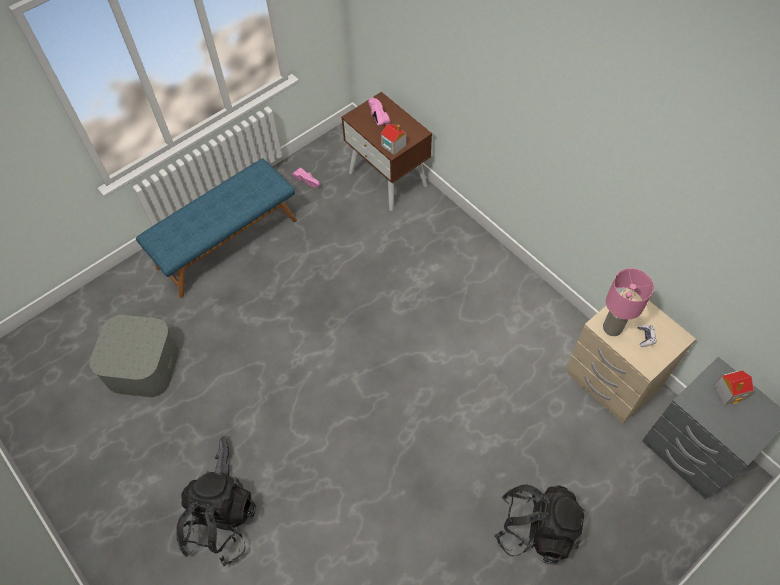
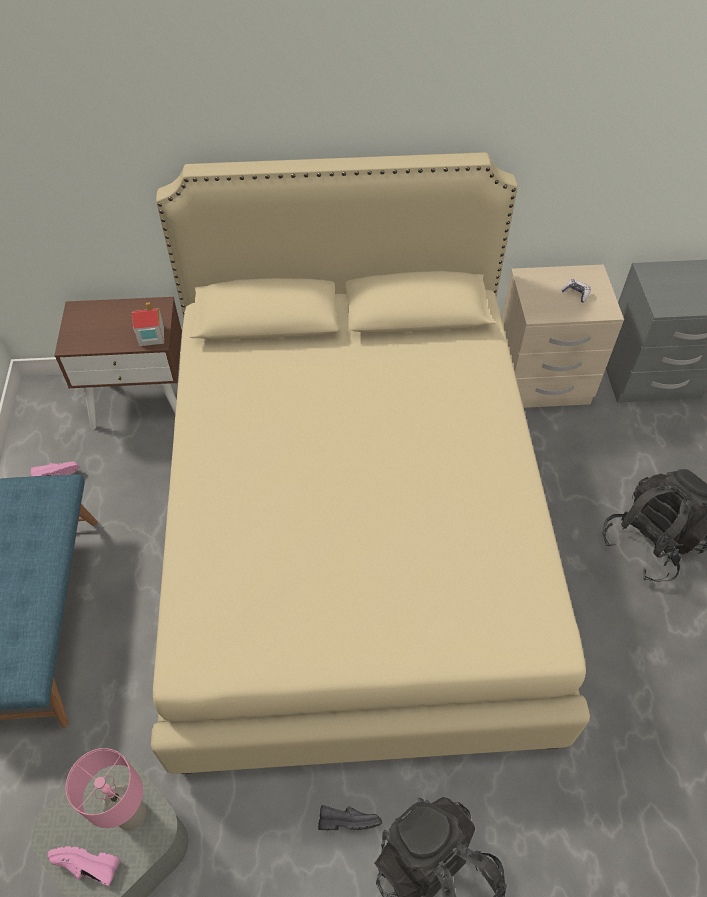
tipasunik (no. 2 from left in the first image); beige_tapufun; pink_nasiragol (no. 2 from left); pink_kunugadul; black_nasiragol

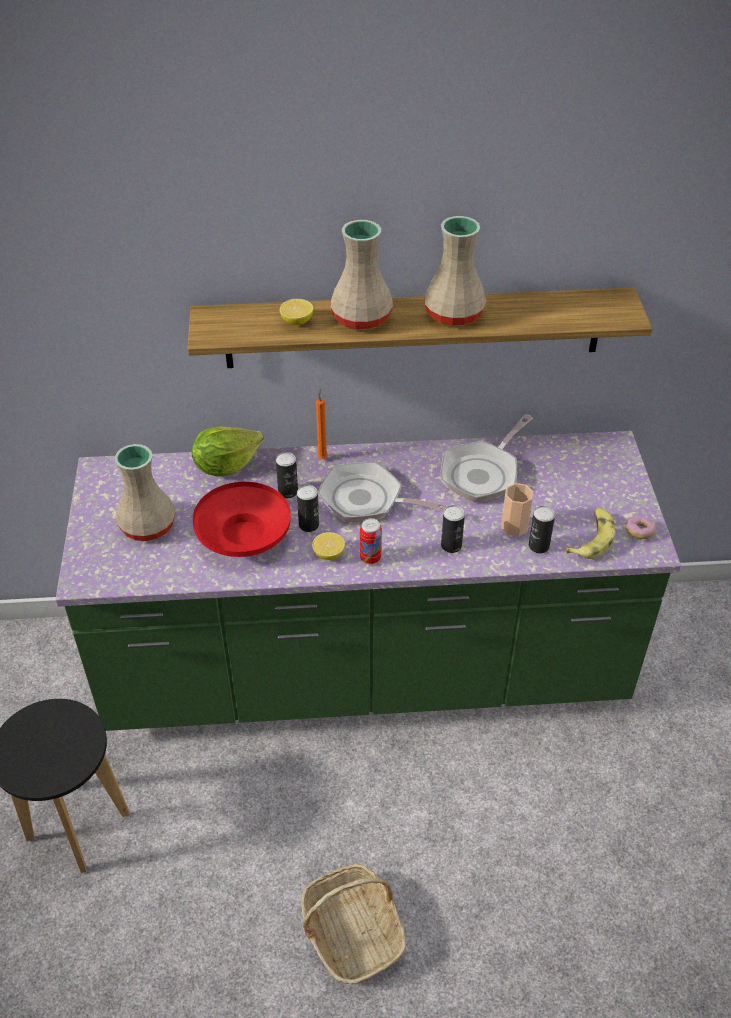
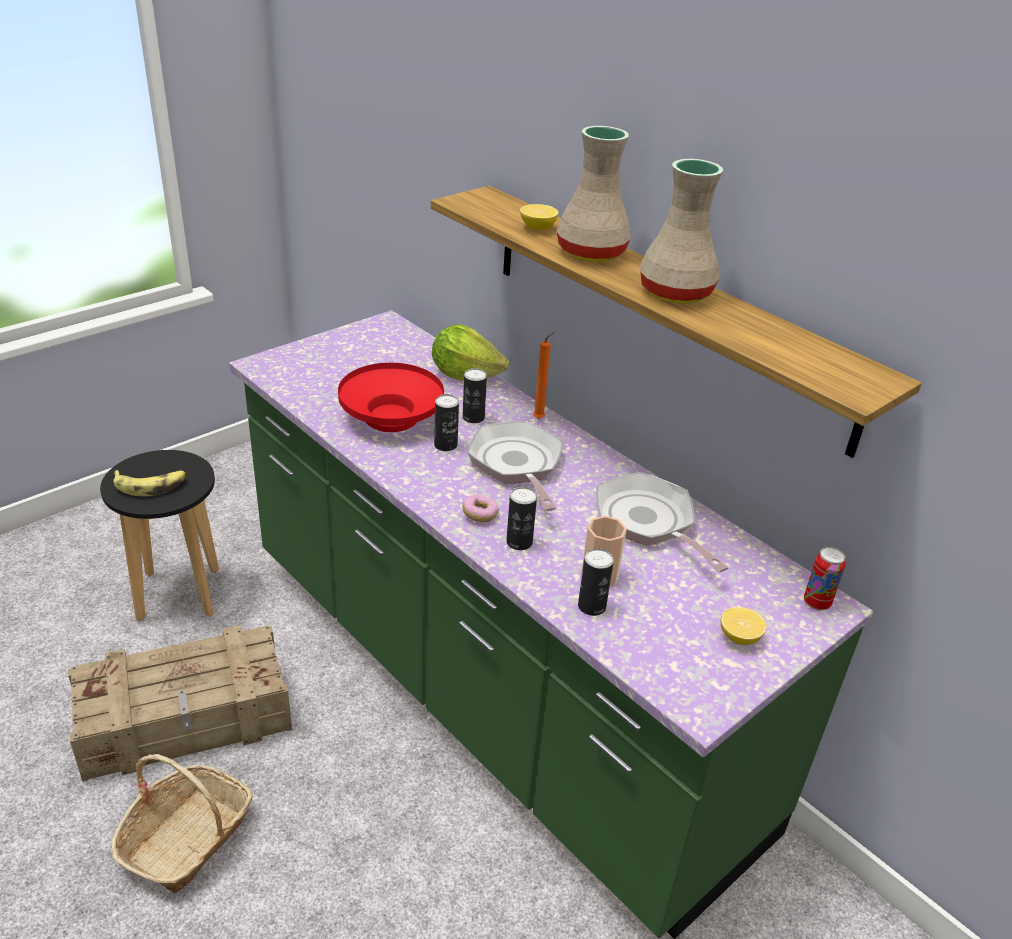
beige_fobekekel (no. 1 from left in the first image); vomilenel; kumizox (no. 2 from left); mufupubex (no. 5 from left); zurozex; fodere; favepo (no. 2 from left)

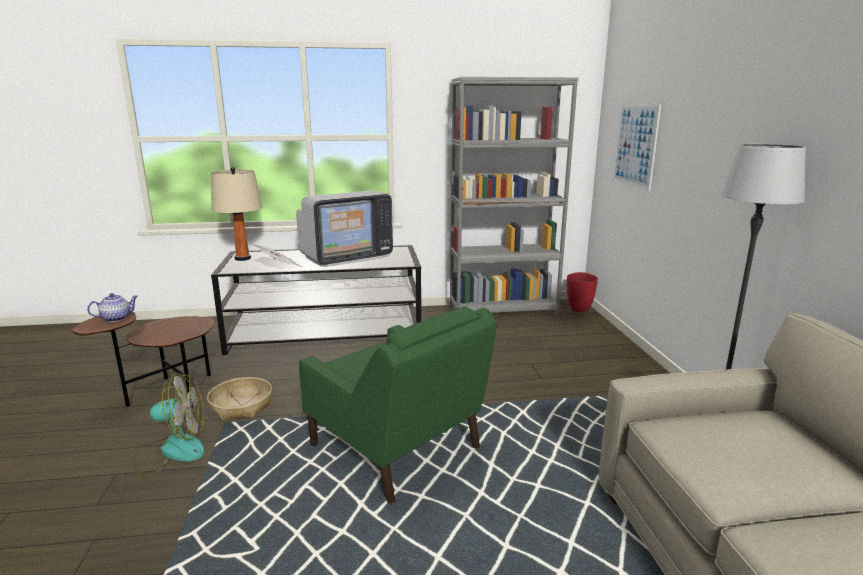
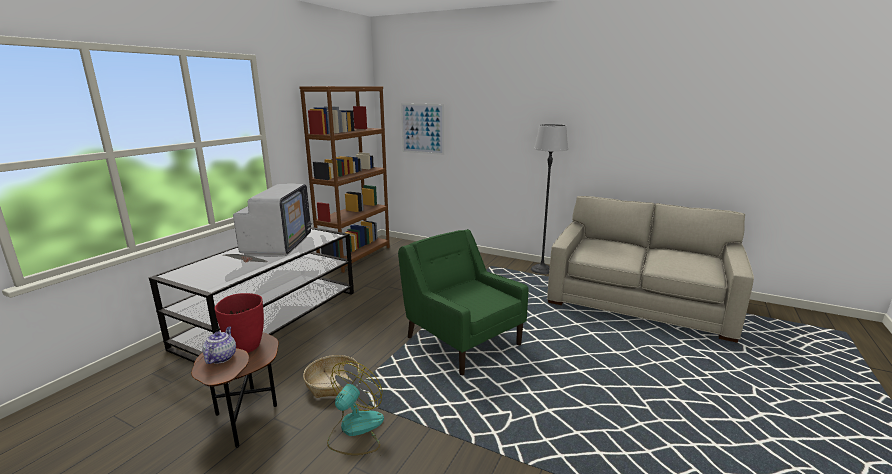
beige_kunugadul; red_fobekekel; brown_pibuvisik; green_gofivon

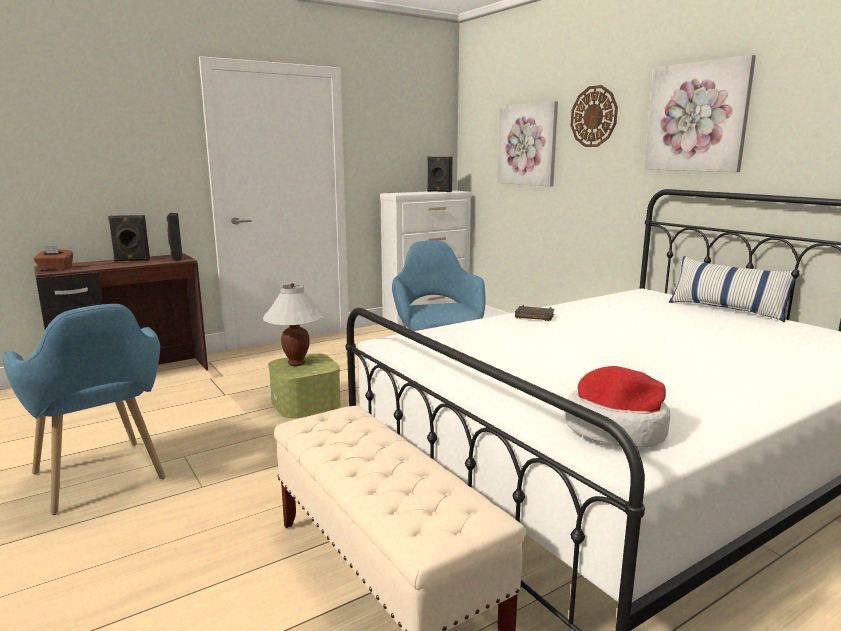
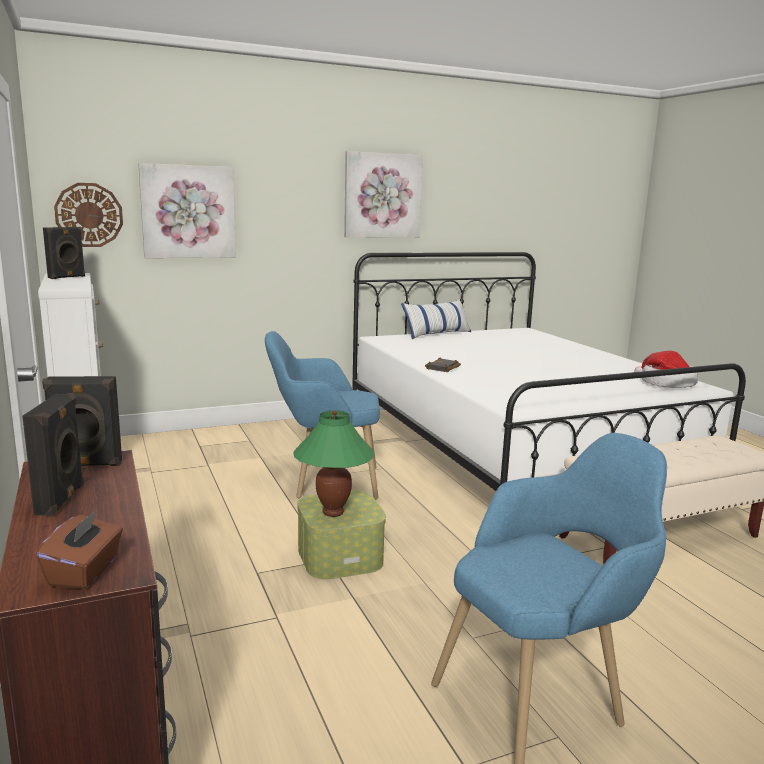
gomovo; green_kunugadul

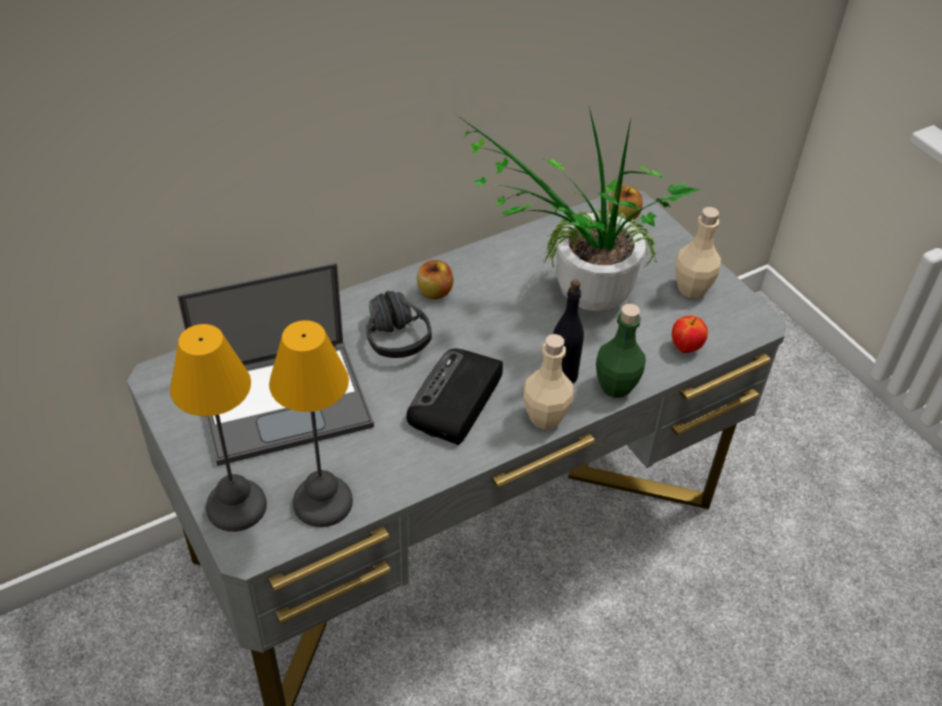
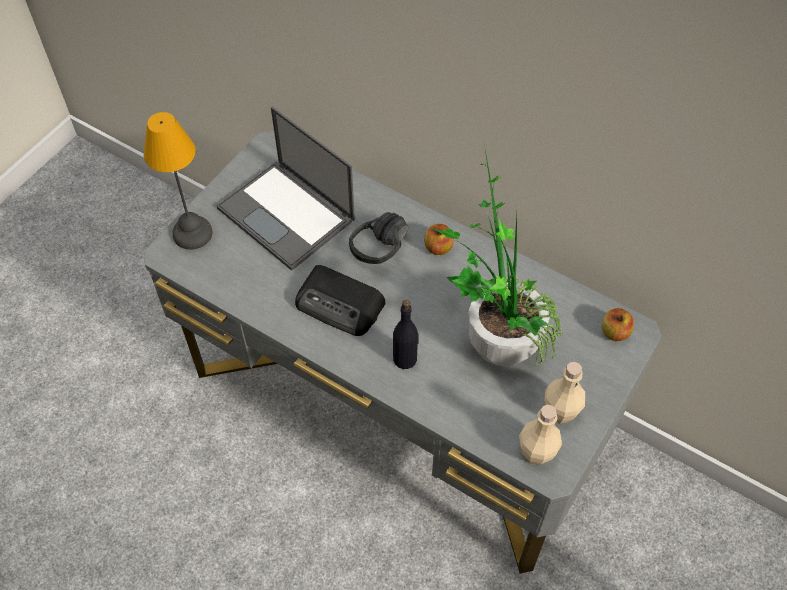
kunugadul (no. 2 from left in the first image); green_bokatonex; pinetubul (no. 3 from left in the first image); beige_bokatonex (no. 1 from left); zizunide

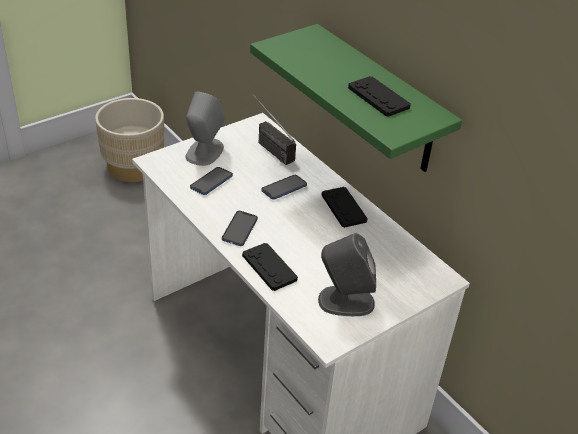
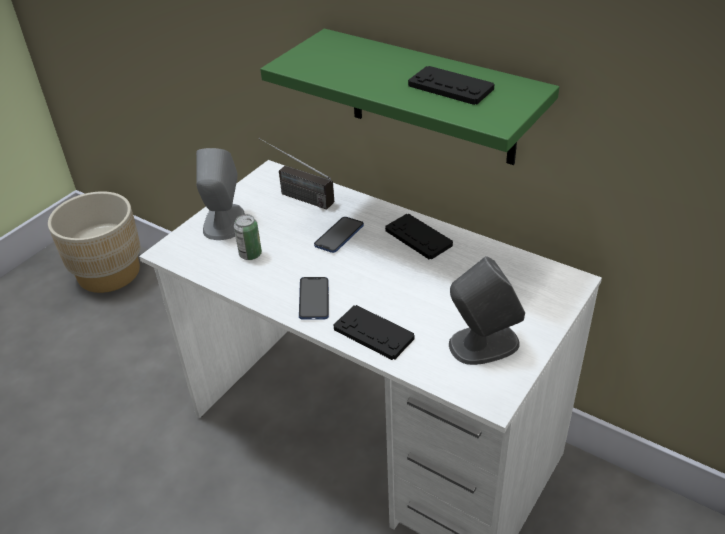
mufupubex

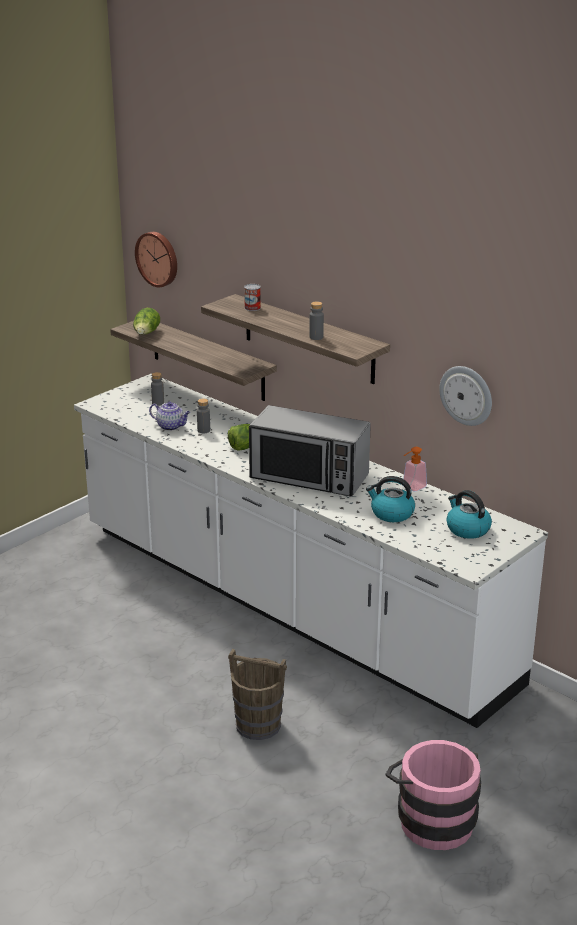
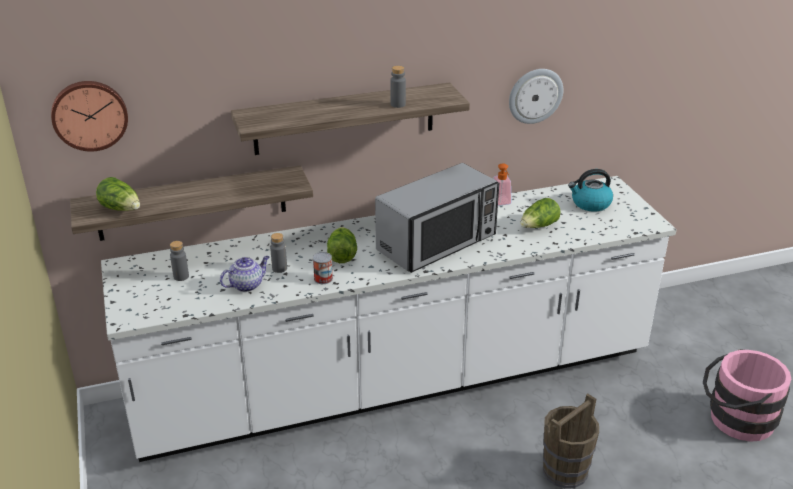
mufupubex; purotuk (no. 3 from left)

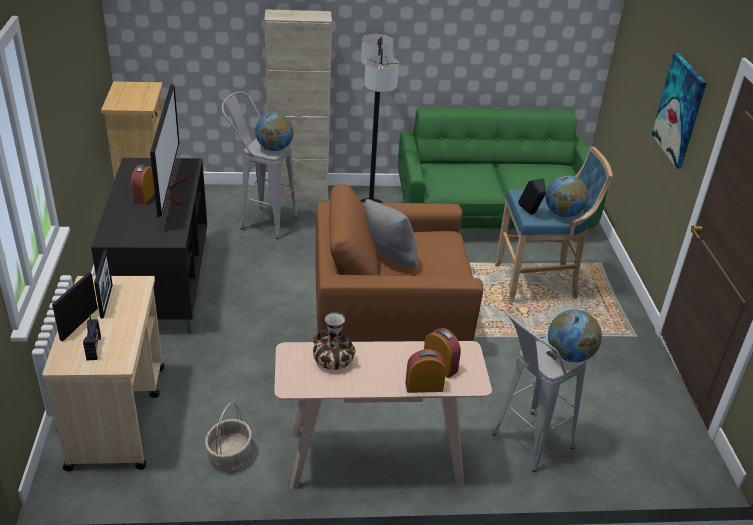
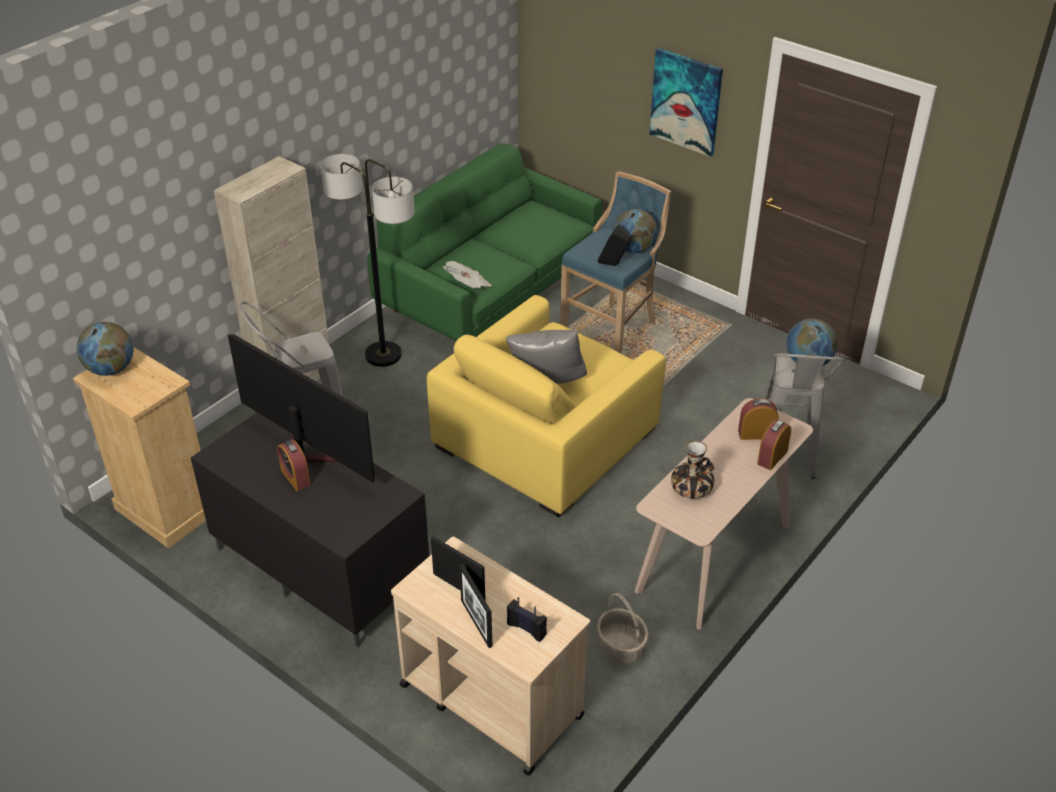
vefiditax; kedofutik (no. 1 from left); yellow_gofivon

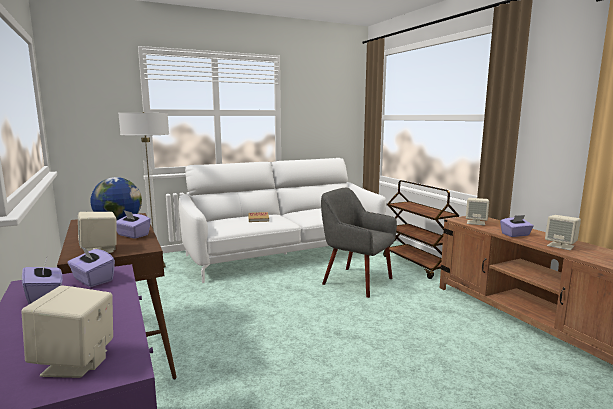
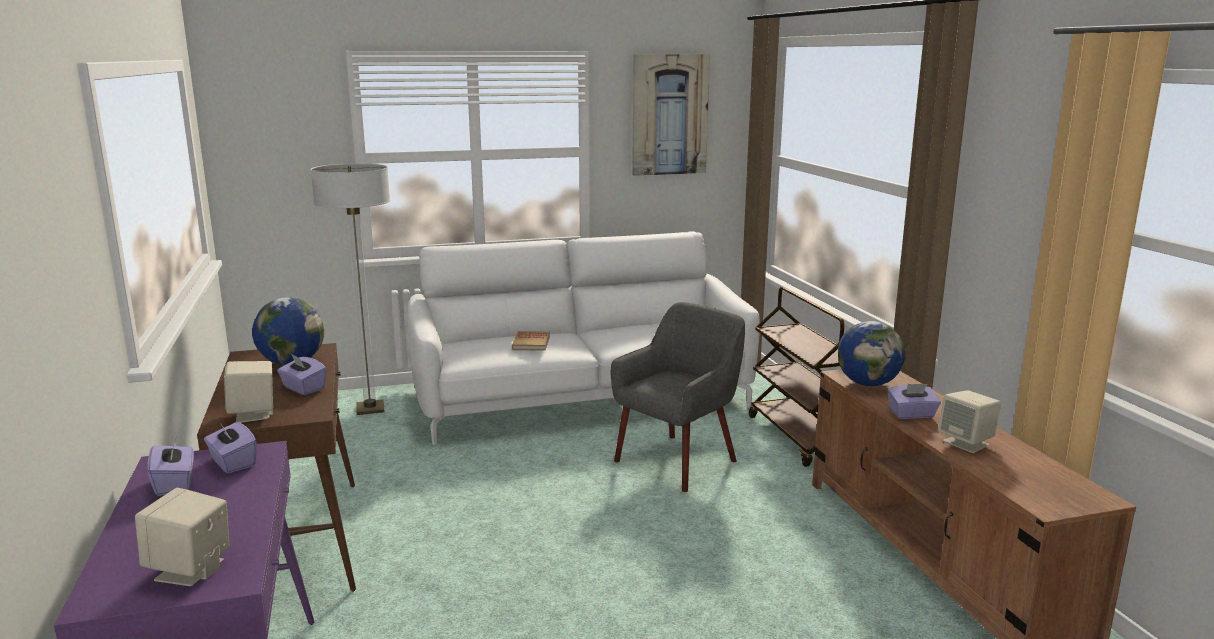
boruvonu; kedofutik (no. 2 from left); grey_gofivon

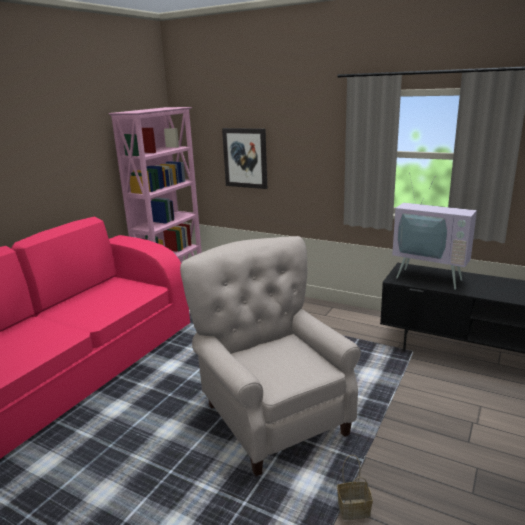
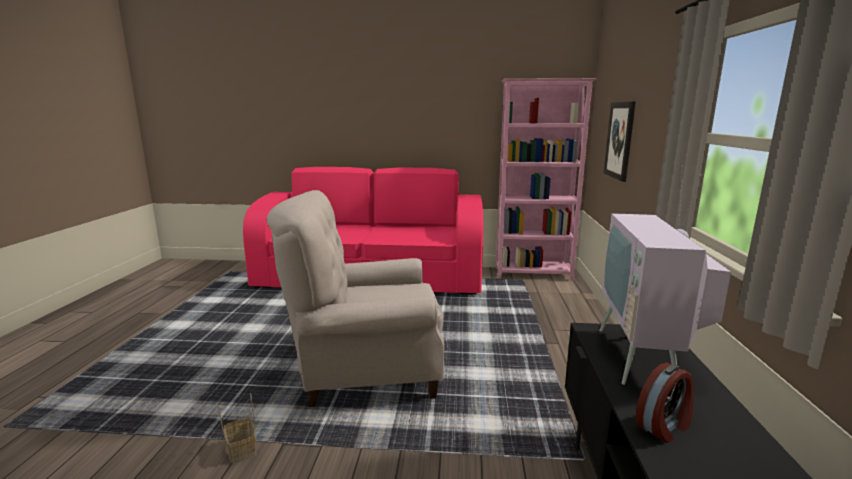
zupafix; beige_gofivon

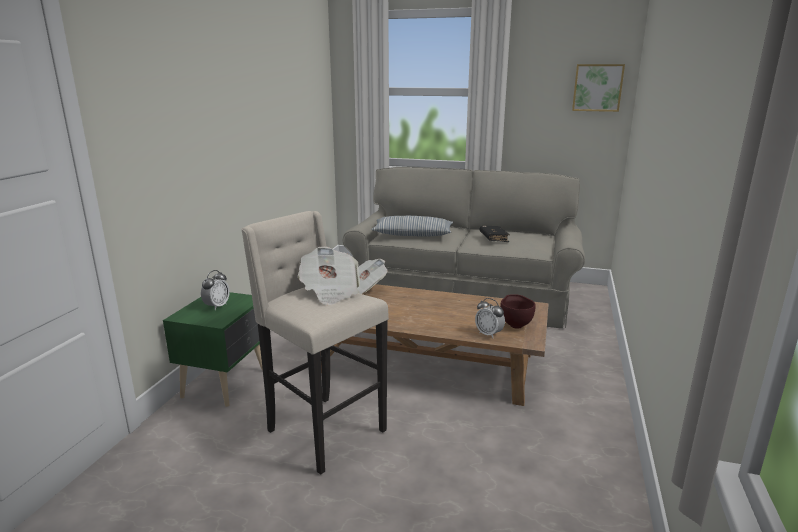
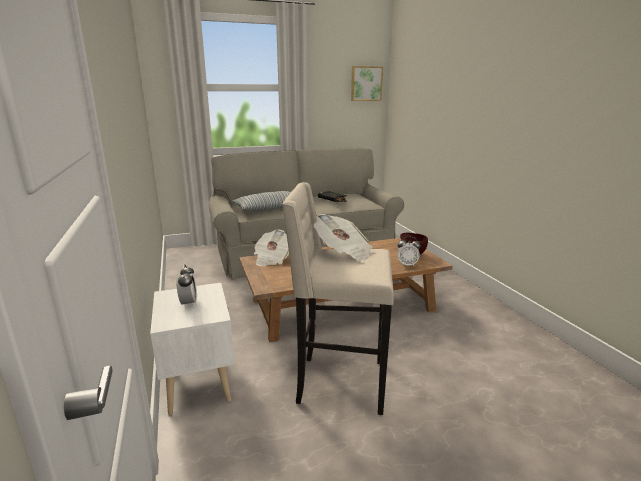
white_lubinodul

